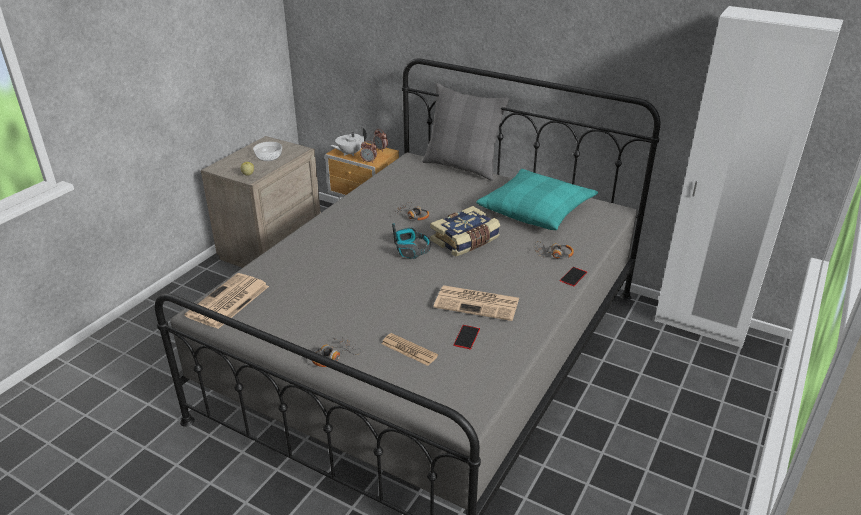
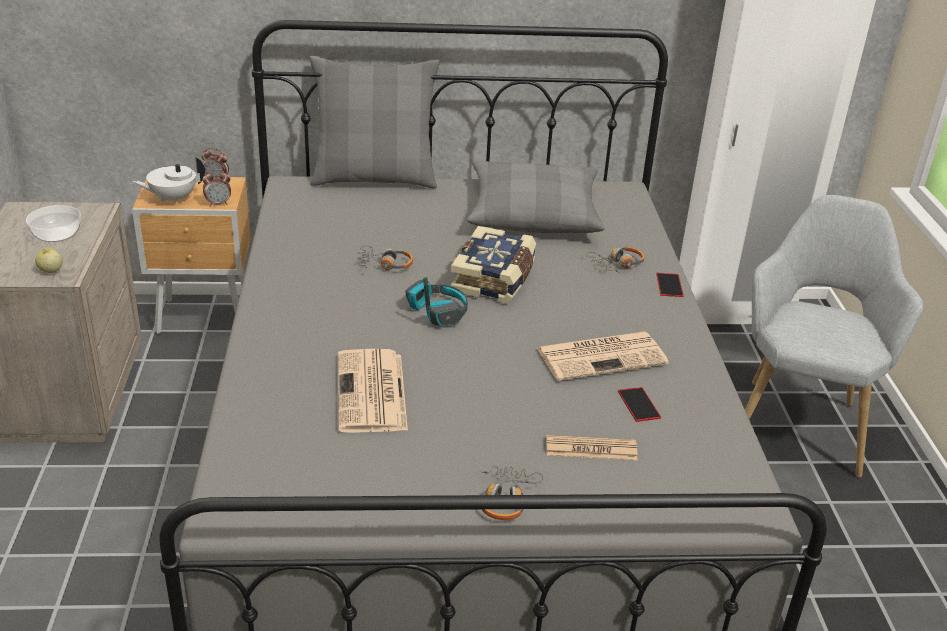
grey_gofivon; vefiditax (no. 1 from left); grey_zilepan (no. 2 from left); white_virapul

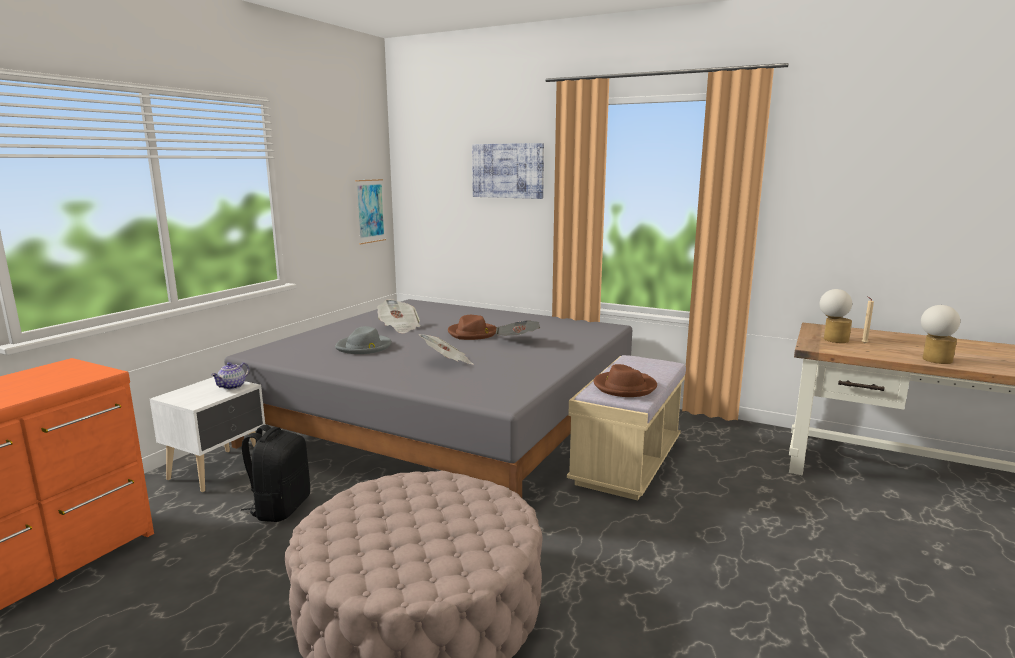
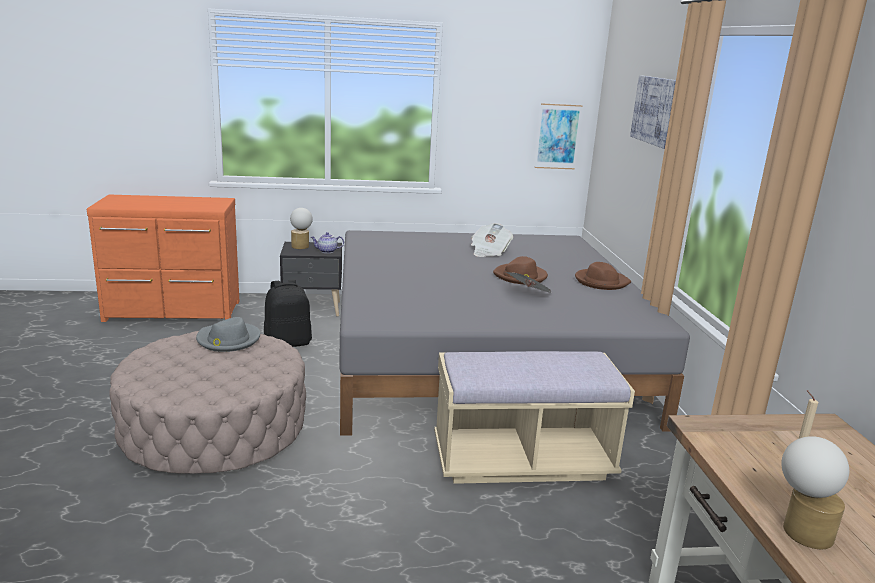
vefiditax (no. 2 from left in the first image); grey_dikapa; brown_dikapa (no. 2 from left); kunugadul (no. 1 from left); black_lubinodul

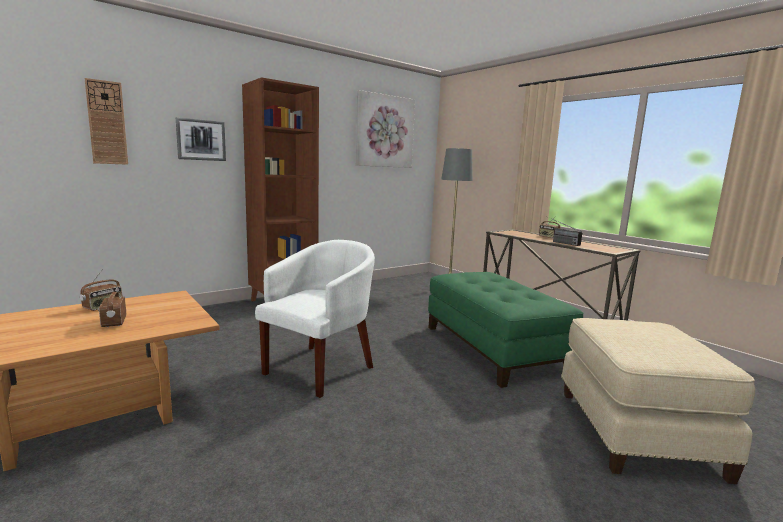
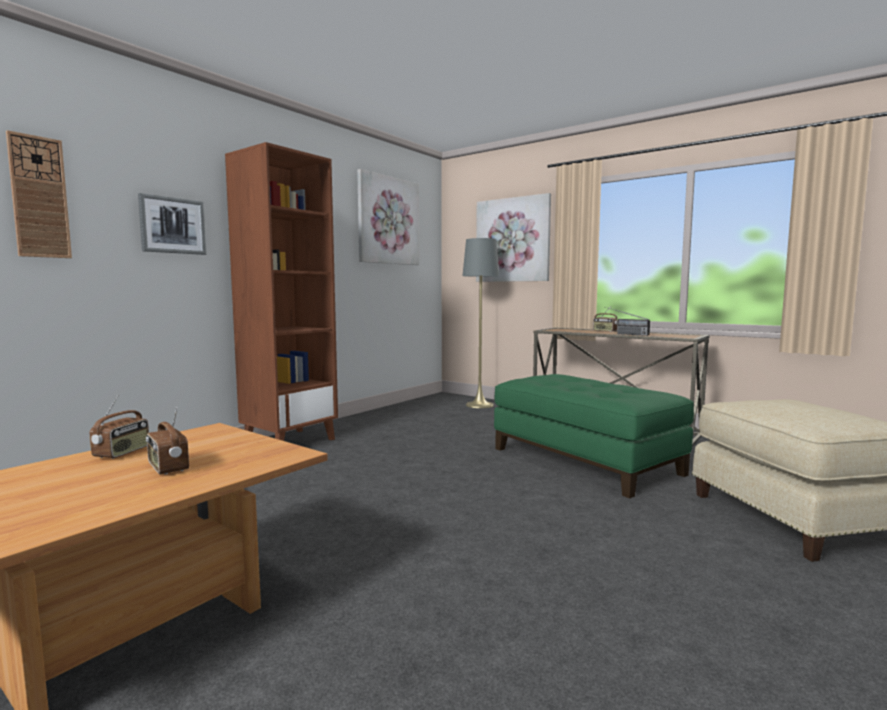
white_gofivon; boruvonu (no. 3 from left)

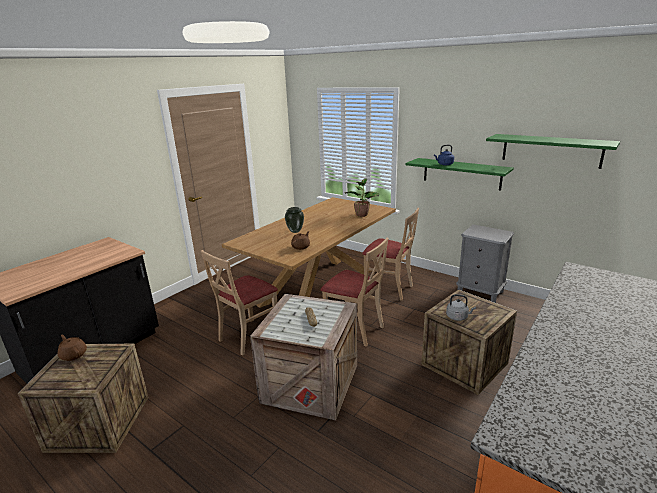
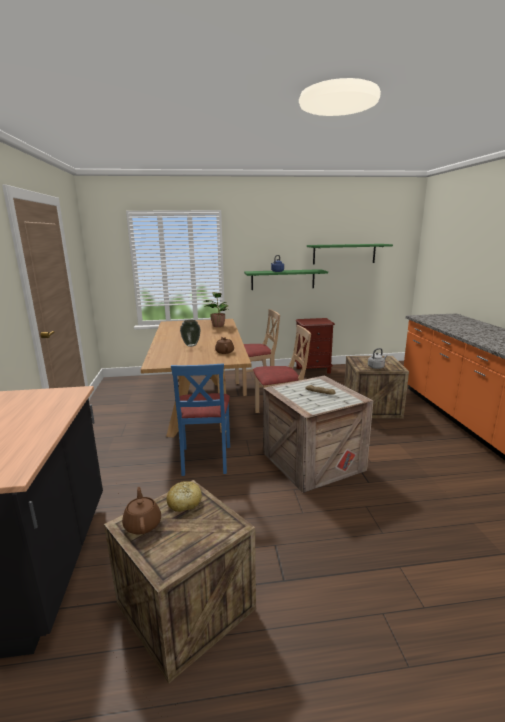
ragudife (no. 1 from left); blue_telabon; brown_lubinodul; brown_virapul (no. 1 from left)

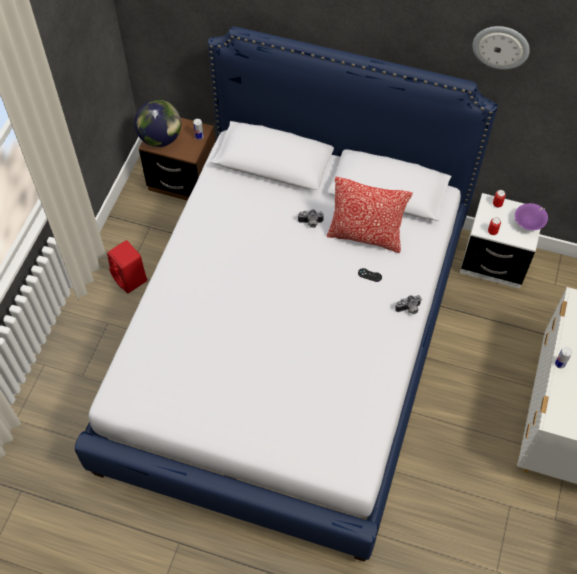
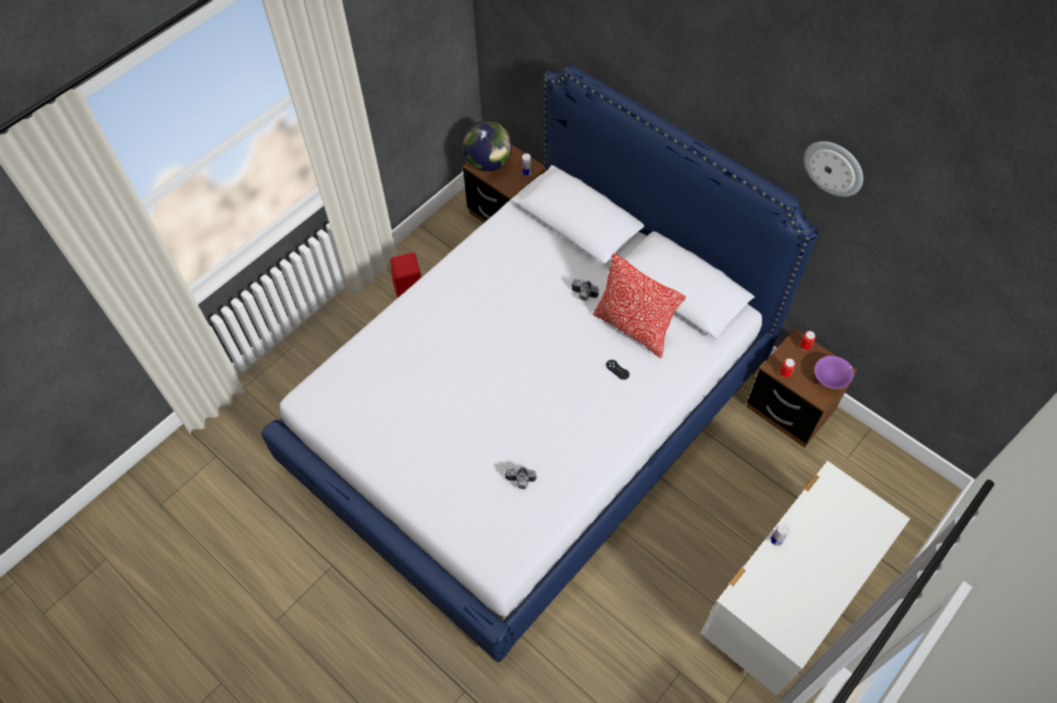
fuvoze (no. 1 from left); brown_lubinodul (no. 2 from left)

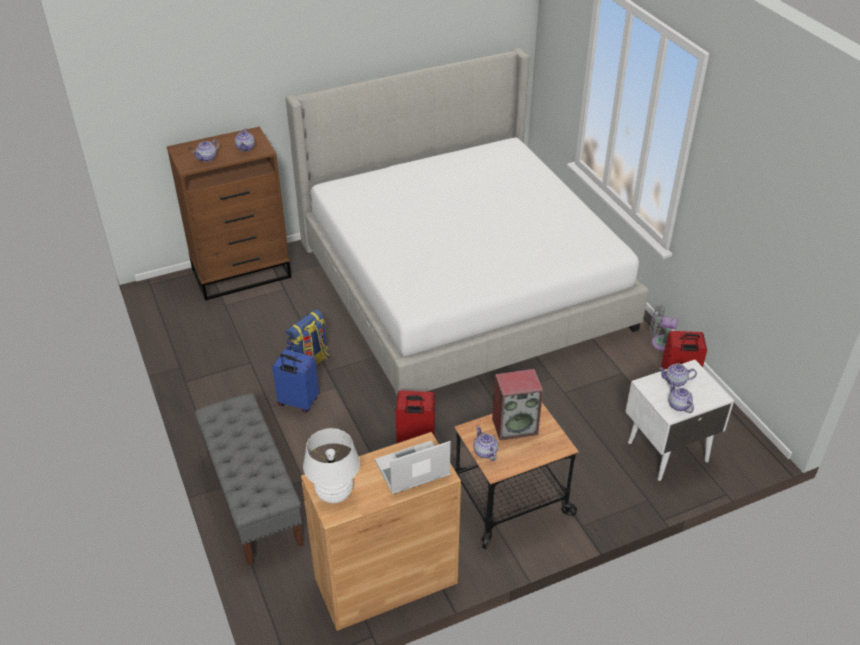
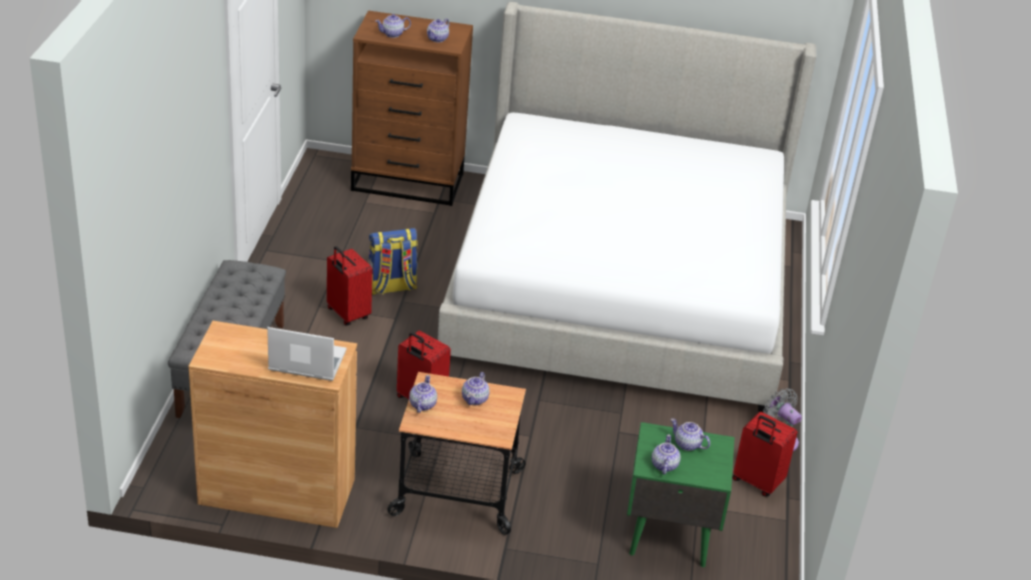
white_kunugadul; virapul (no. 4 from left); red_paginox (no. 1 from left); green_lubinodul

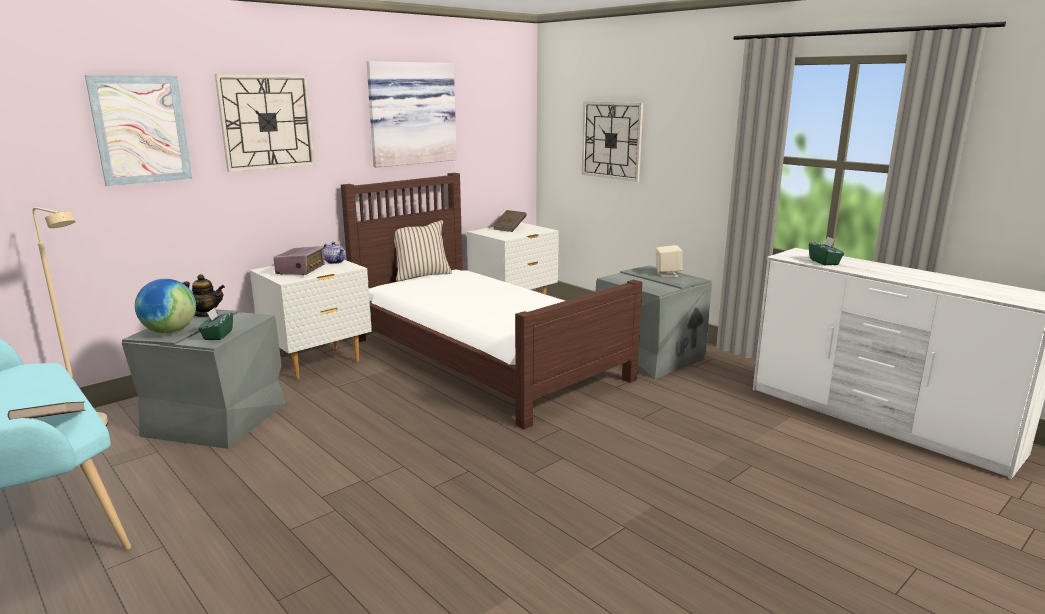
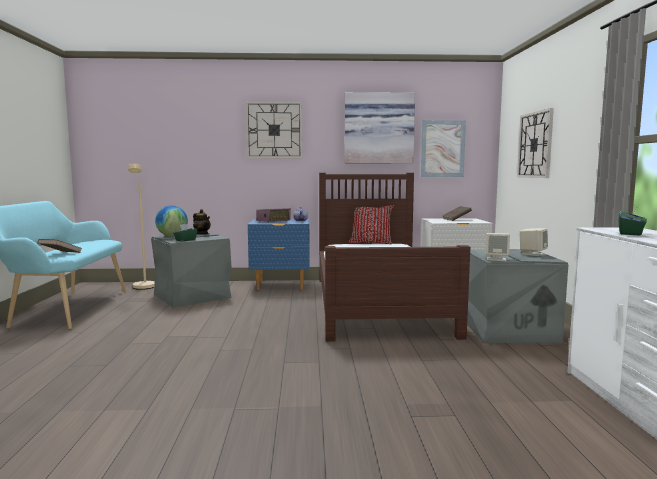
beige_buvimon (no. 1 from left); boruvonu (no. 2 from left); blue_lubinodul; red_zilepan

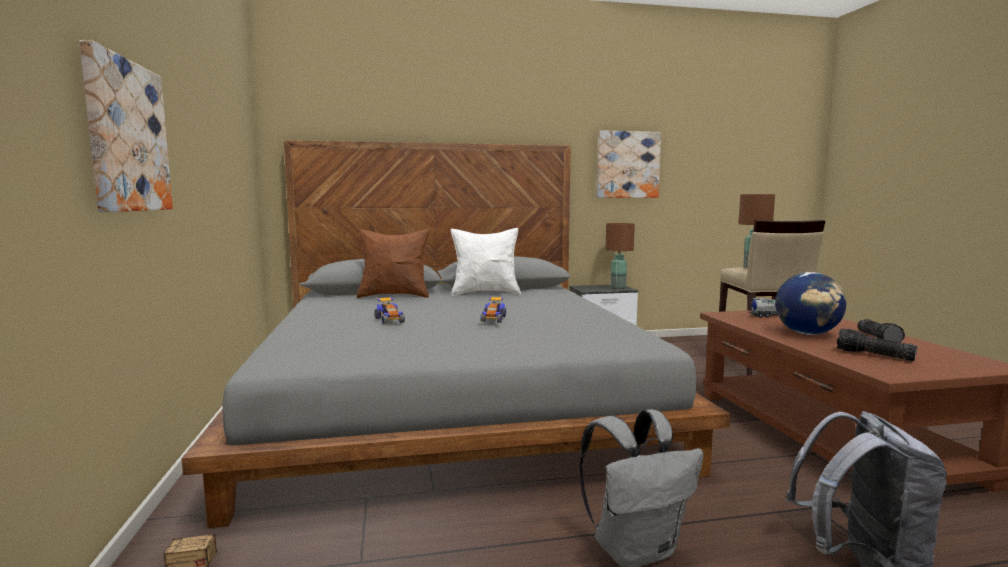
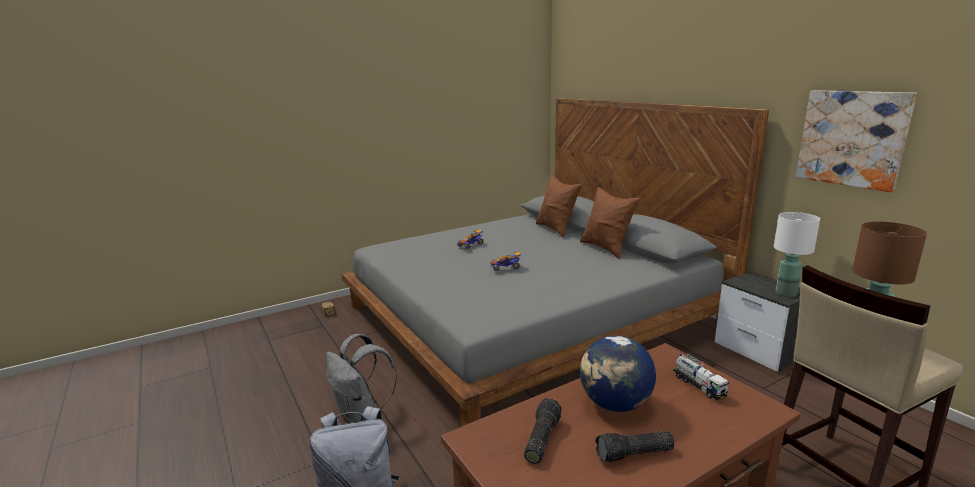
boruvonu (no. 1 from left in the first image); brown_zilepan (no. 2 from left); white_kunugadul

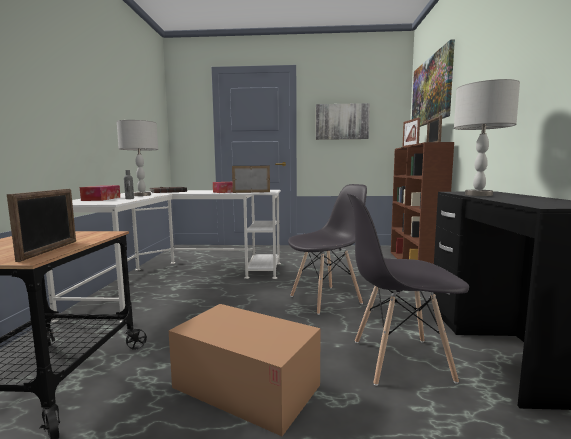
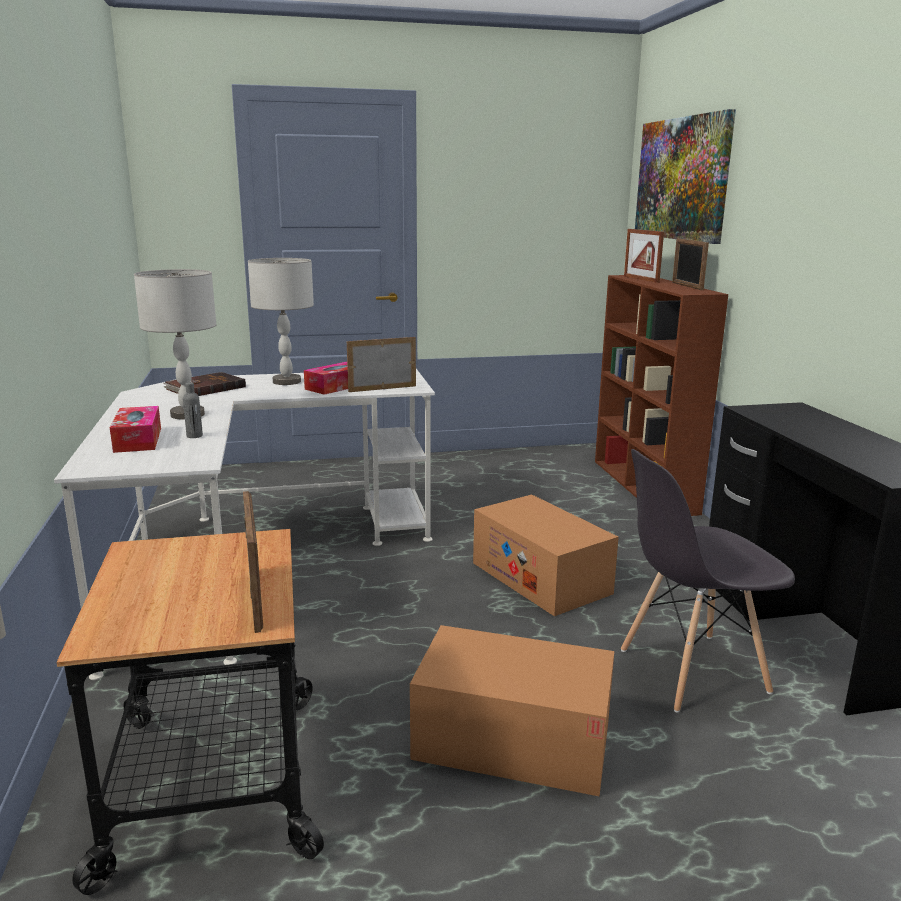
boruvonu (no. 1 from left in the first image); grey_kunugadul (no. 2 from left); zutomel (no. 2 from left)

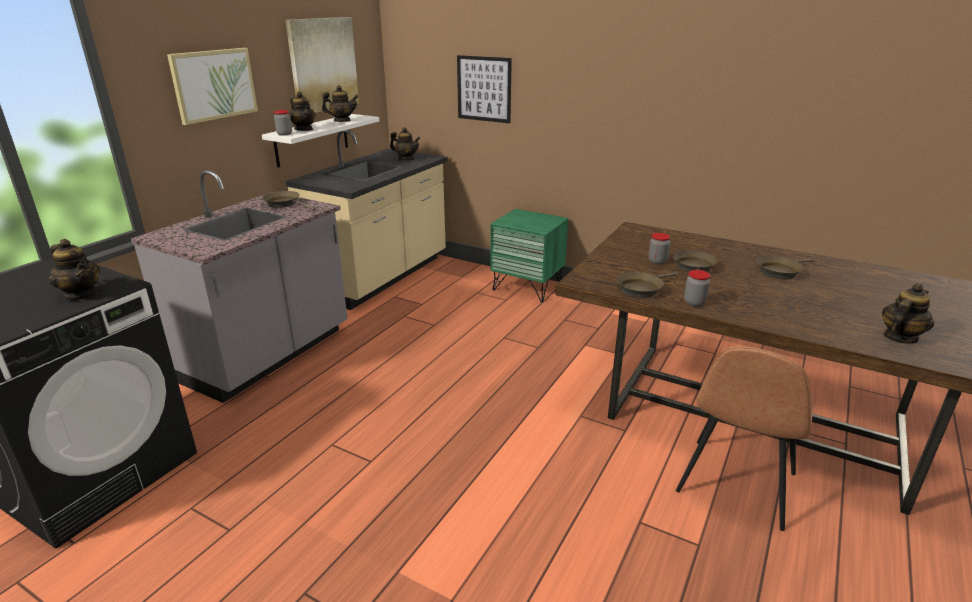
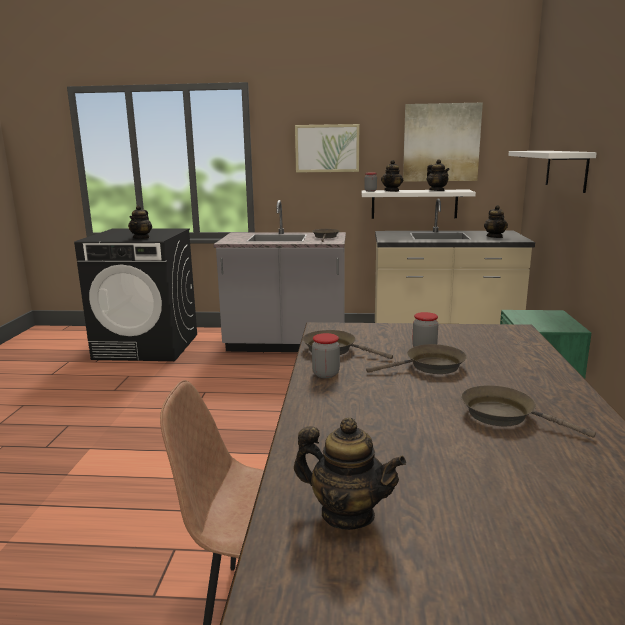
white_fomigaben (no. 2 from left)

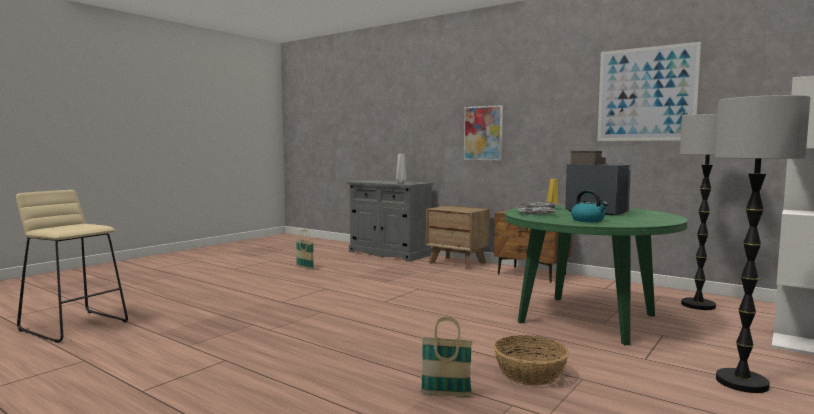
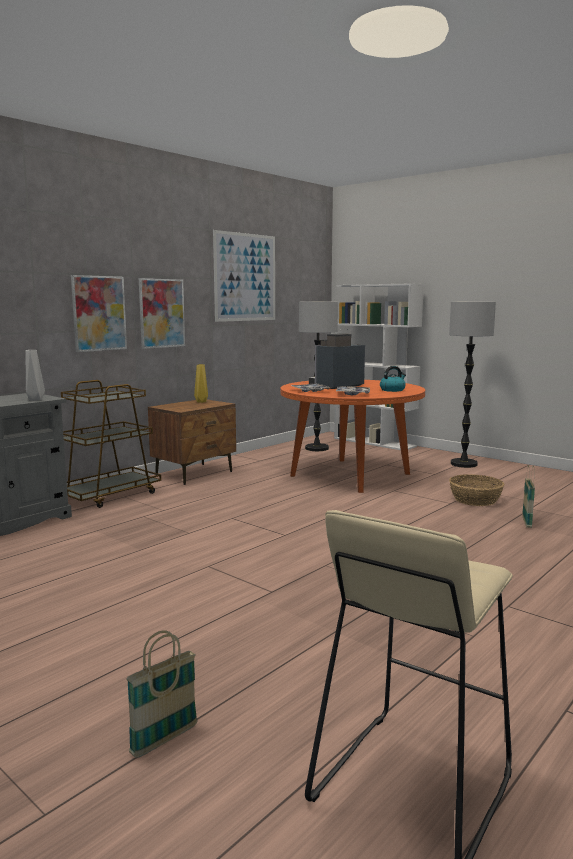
boruvonu (no. 2 from left); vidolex (no. 1 from left); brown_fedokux; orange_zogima

